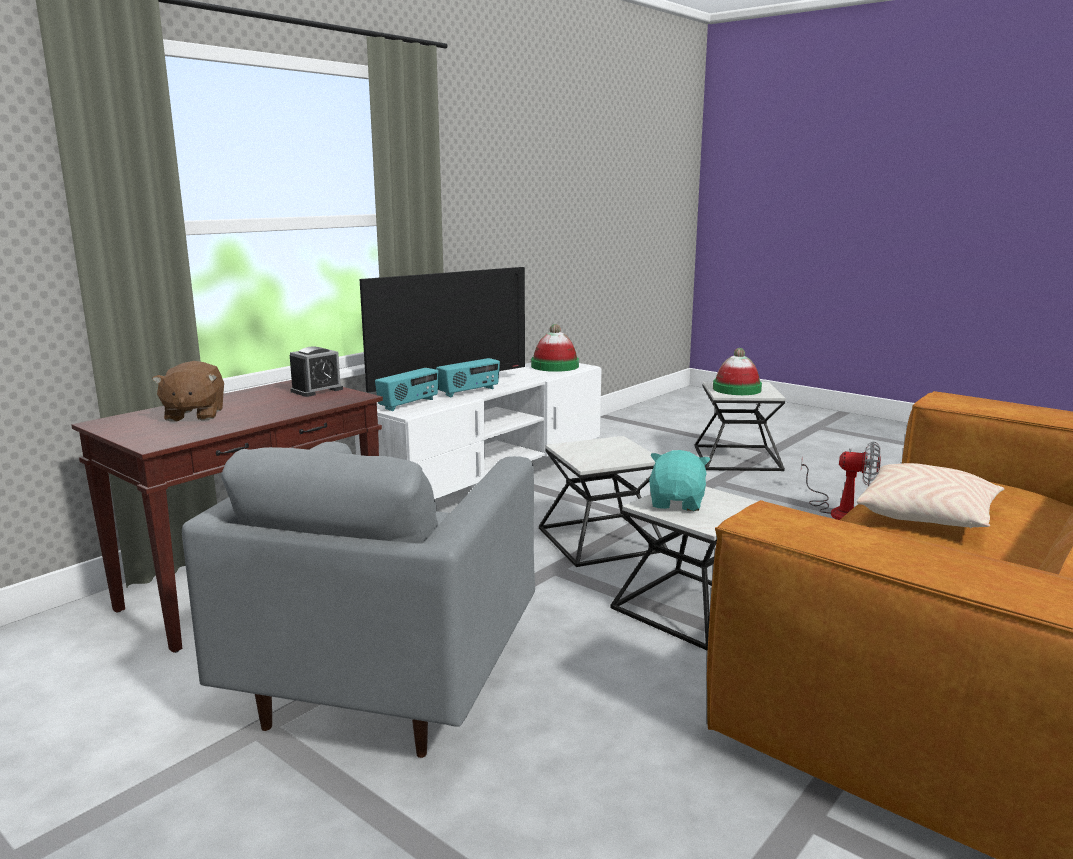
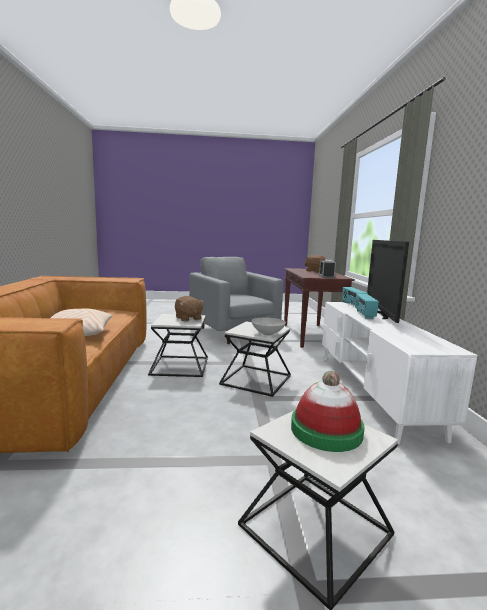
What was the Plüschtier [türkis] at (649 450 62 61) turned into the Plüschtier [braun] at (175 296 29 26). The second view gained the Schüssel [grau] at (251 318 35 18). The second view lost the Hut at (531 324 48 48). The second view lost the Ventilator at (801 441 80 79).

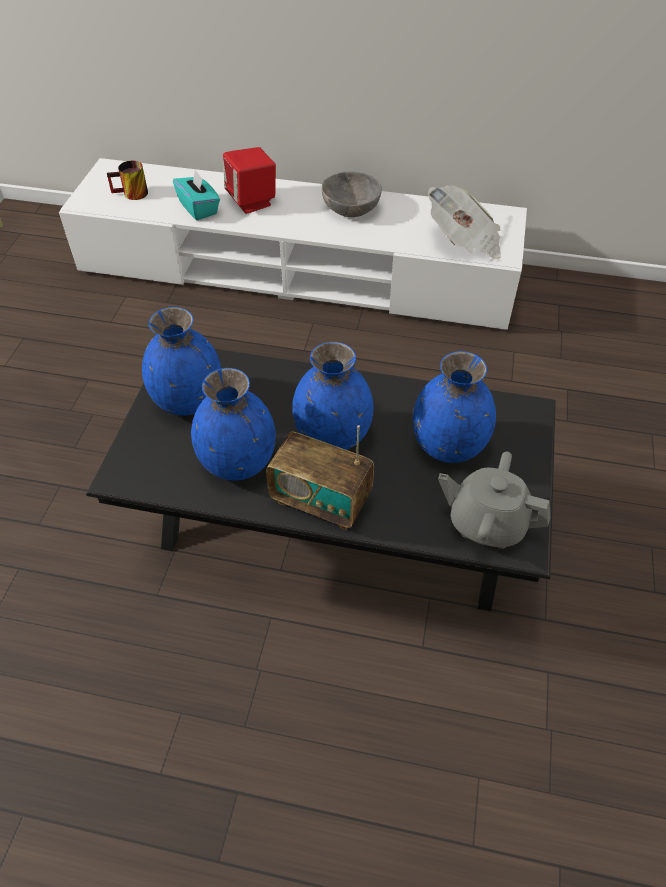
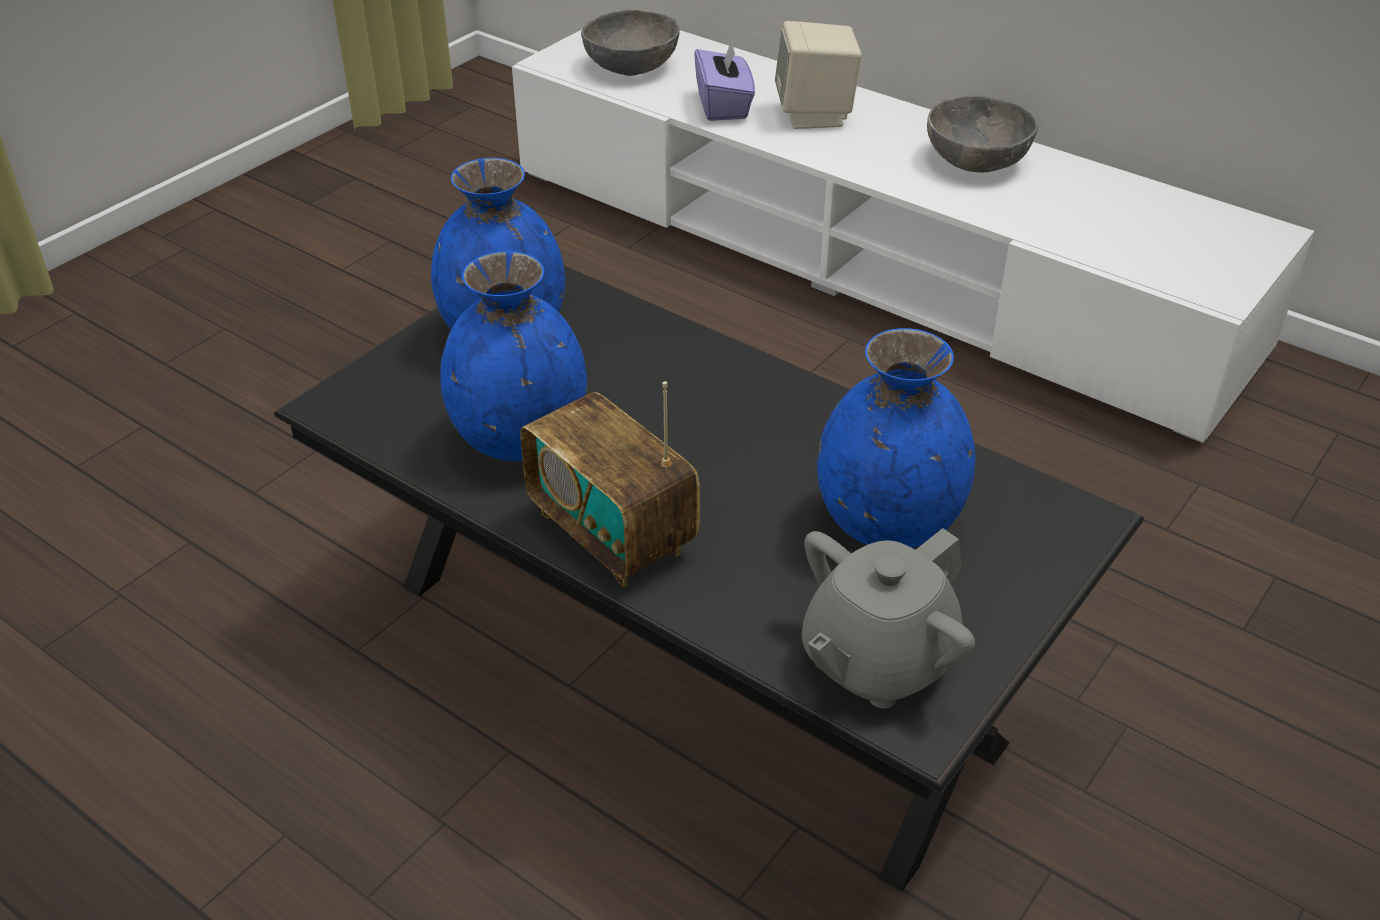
Where the Henkelbecher stood at (107 161 41 39), the Schüssel [grau] came to stand at (581 9 99 67). What was the Taschentuchbox [türkis] at (173 170 47 51) turned into the Taschentuchbox [lila] at (694 38 61 83). What was the Lautsprecher [rot] at (223 147 53 67) turned into the Lautsprecher [beige] at (775 21 87 108). The Teekanne [grau] at (438 451 112 98) ended up facing another way, 90 degrees counterclockwise from before. The second view lost the Vase [blau] at (292 342 82 108). The second view lost the Zeitung at (428 185 73 74).

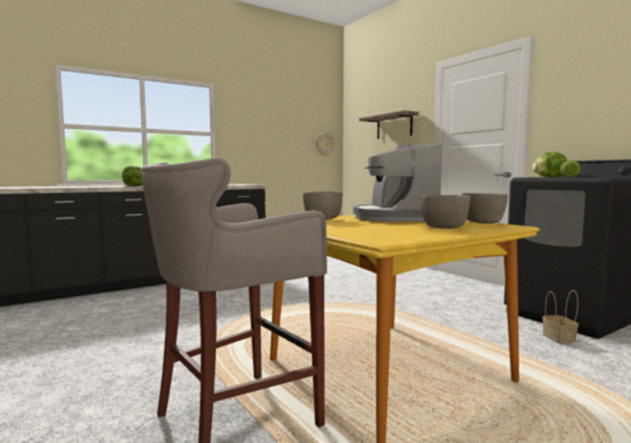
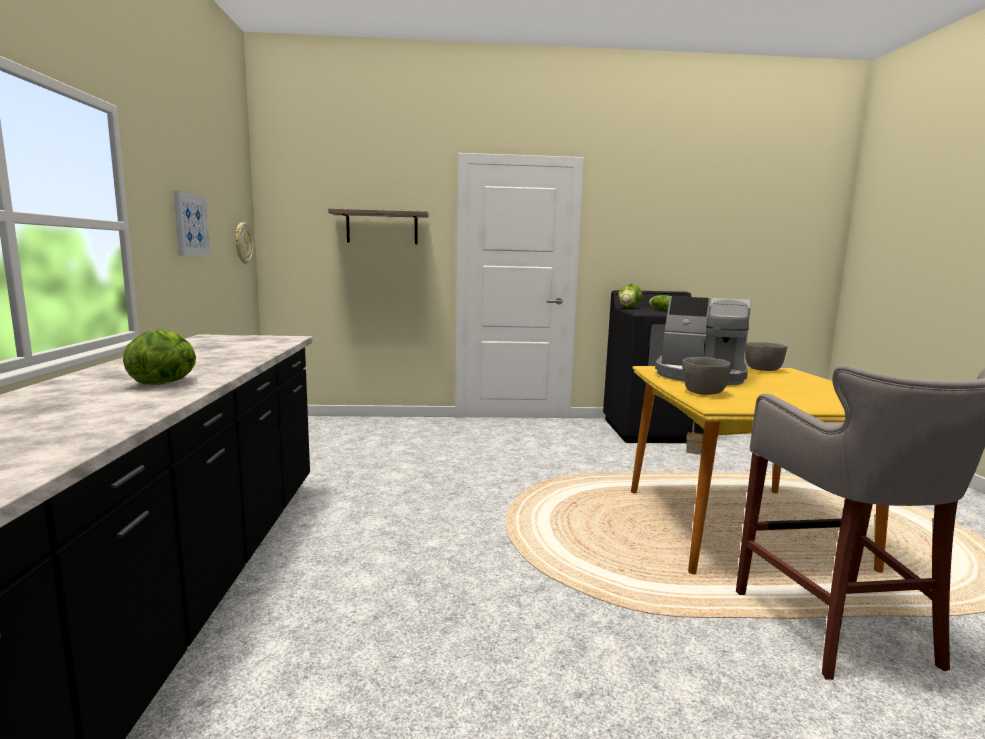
The second view gained the Bild at (173 191 37 65). The second view lost the Schüssel [grau] at (420 195 51 34).

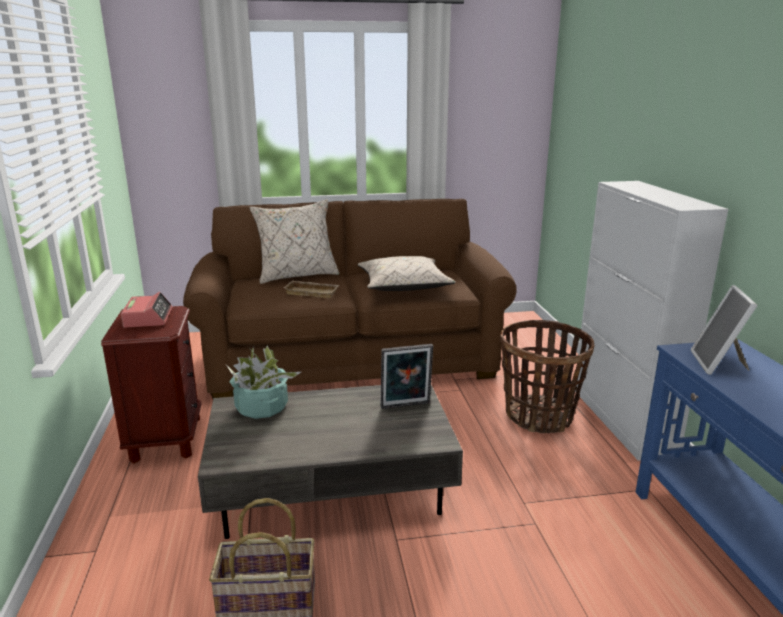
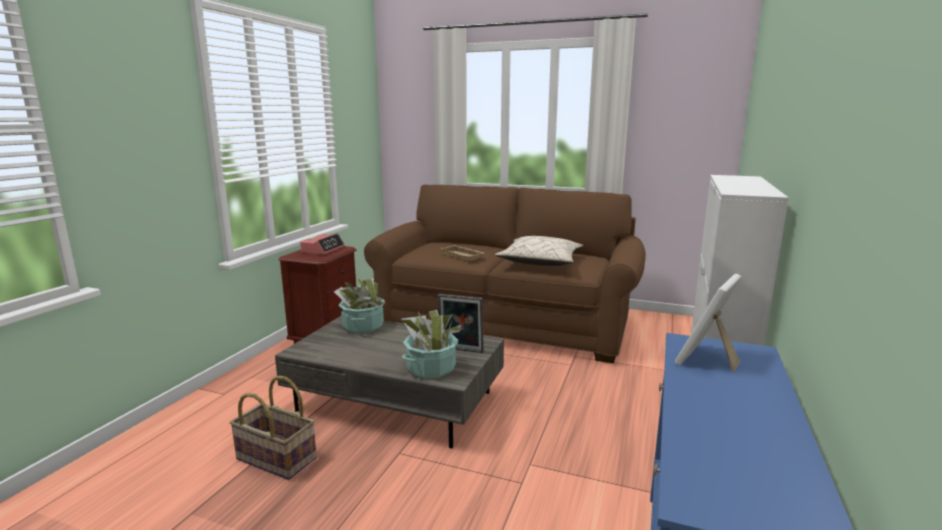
The second view gained the Topfpflanze at (400 310 62 69). The second view lost the Kissen [beige] at (249 199 90 85). The second view lost the Korb at (500 320 95 113).

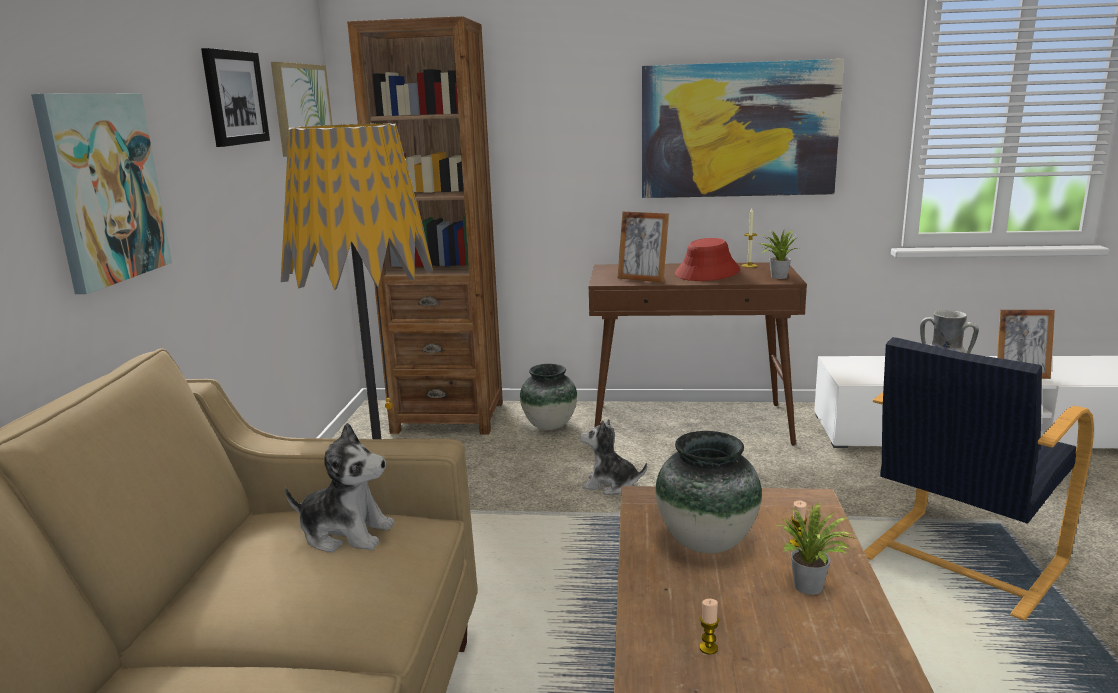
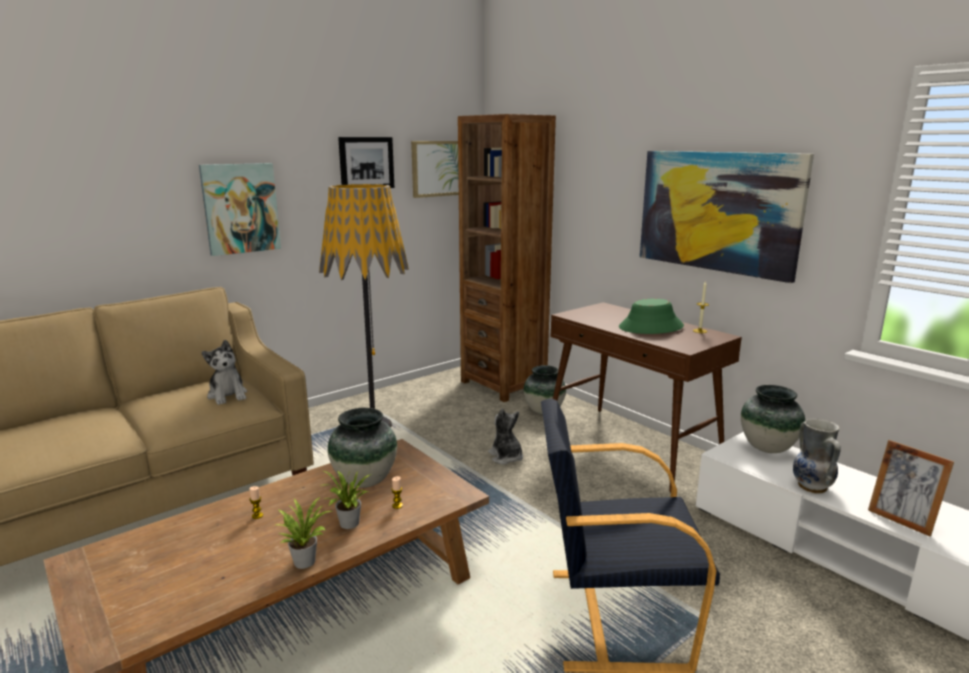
The Topfpflanze ended up elsewhere, having gone from (758 230 41 49) to (276 497 56 72). What was the Hut [rot] at (675 238 65 43) turned into the Hut [grün] at (619 299 65 35). The second view gained the Vase at (741 385 64 68). The second view lost the Bilderrahmen at (618 212 51 71).

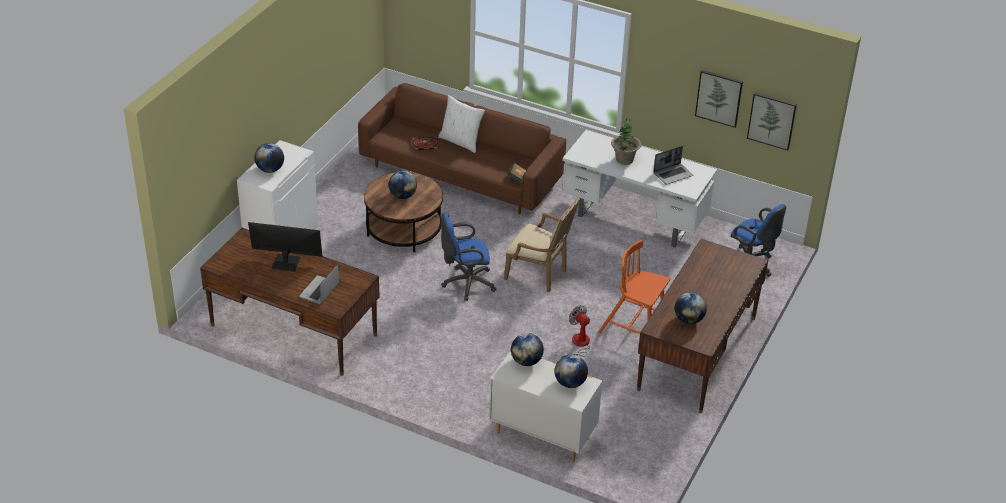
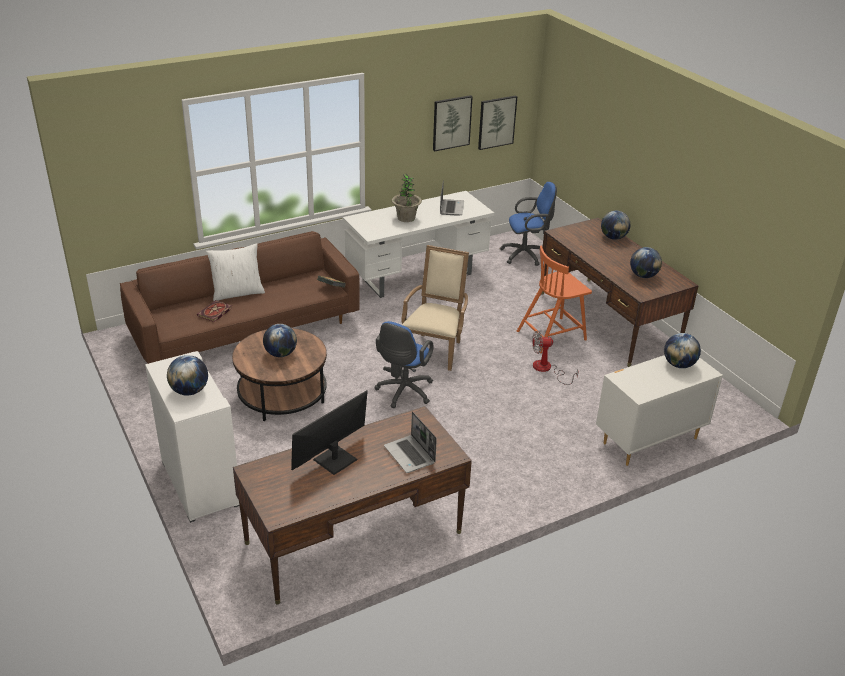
The Sessel [beige] at (504 197 76 95) ended up facing another way, 45 degrees counterclockwise from before. The Globus ended up elsewhere, having gone from (511 333 33 33) to (601 211 29 29).

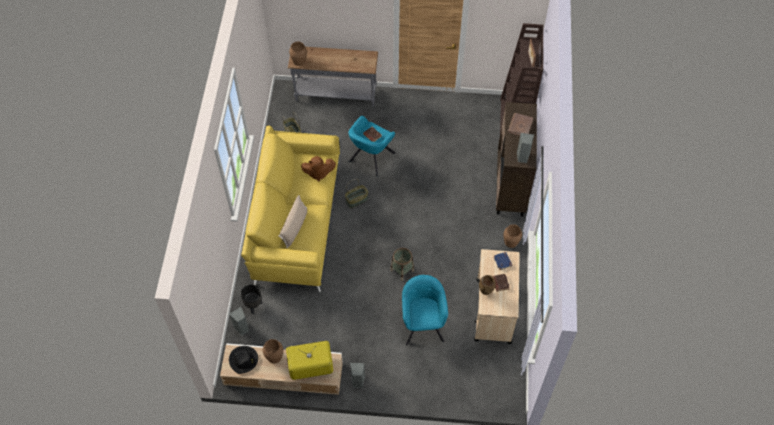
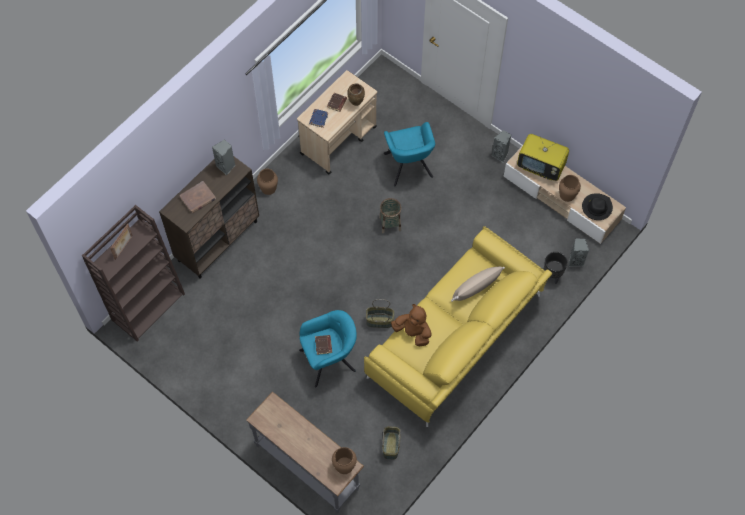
The Sessel [türkis] at (402 275 46 70) ended up facing another way, 45 degrees counterclockwise from before.

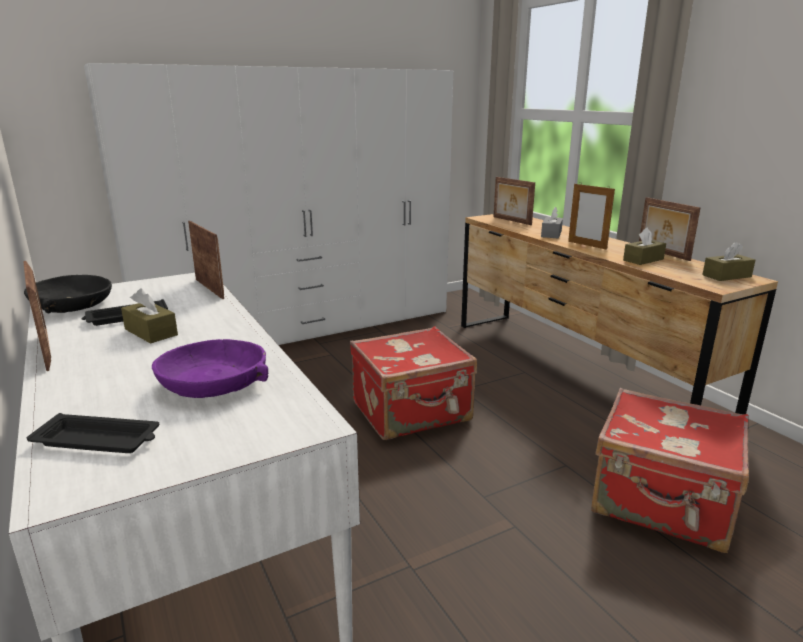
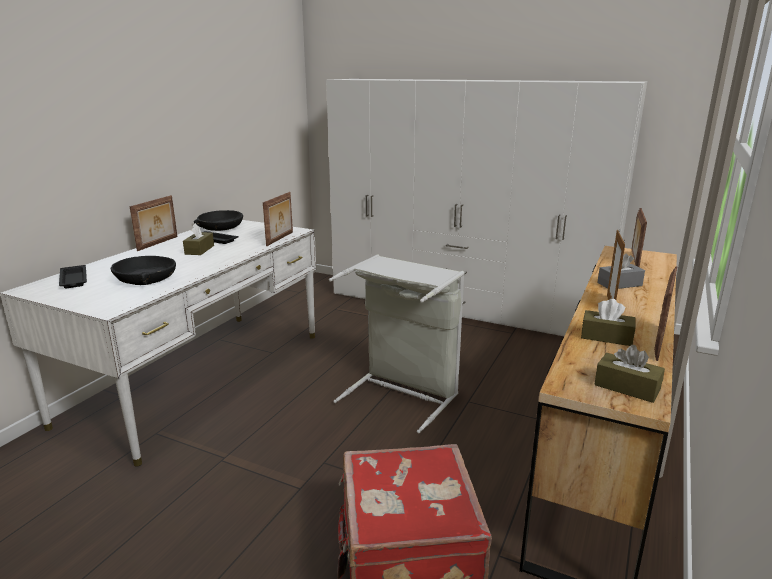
What was the Schüssel [lila] at (152 339 116 59) turned into the Schüssel [schwarz] at (111 256 65 29). Where the Koffer [rot] stood at (350 326 127 114), the Wäschekorb [grau] came to stand at (329 255 136 179).

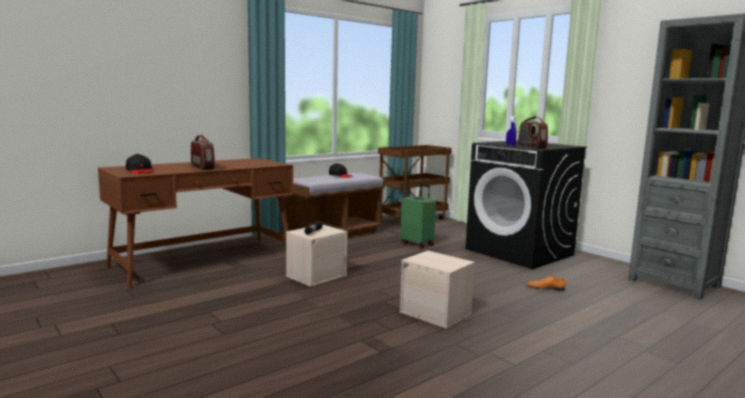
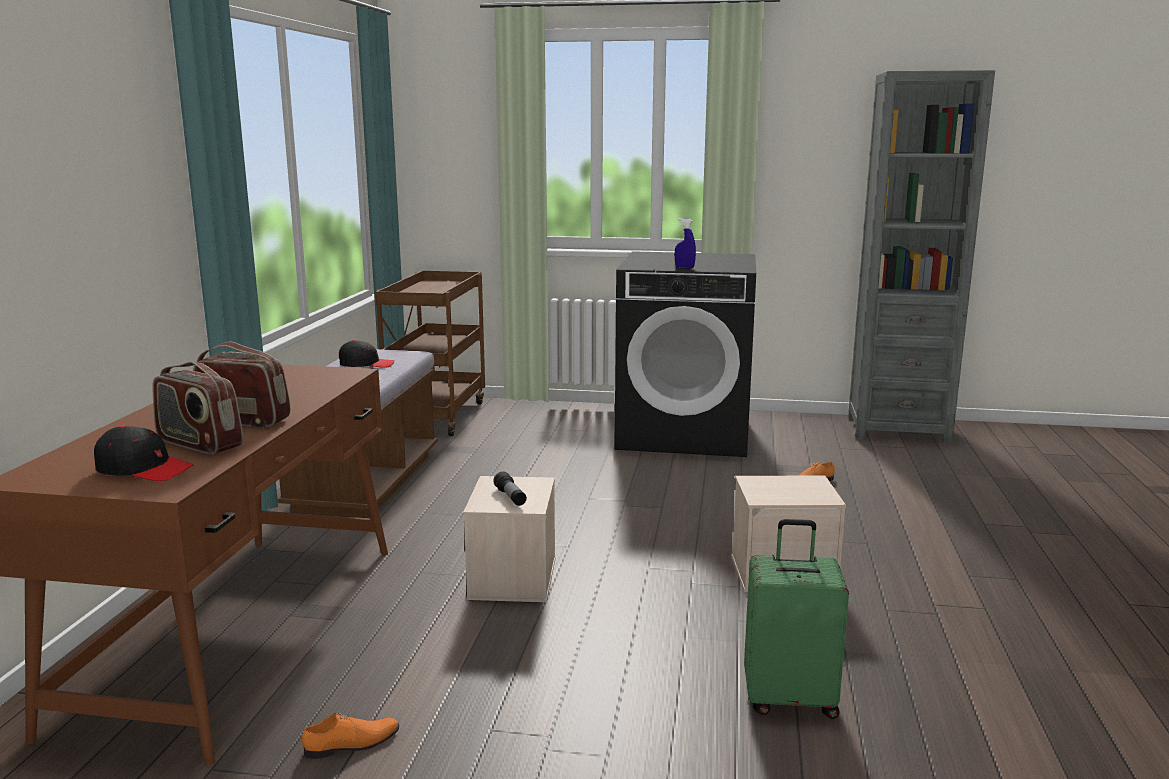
The Radio ended up elsewhere, having gone from (518 116 30 32) to (152 362 91 93). The second view gained the Schuh [orange] at (302 713 97 46). The Koffer [grün] ended up elsewhere, having gone from (400 184 36 65) to (744 519 105 200).

